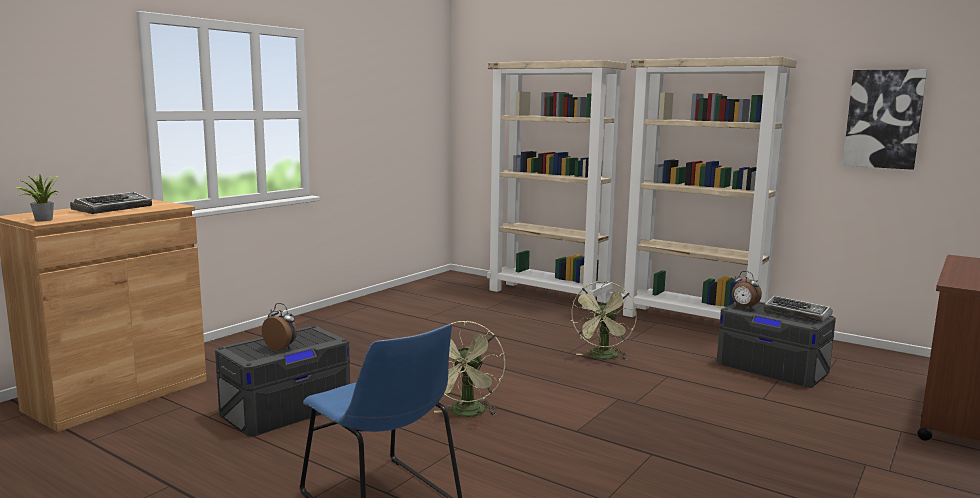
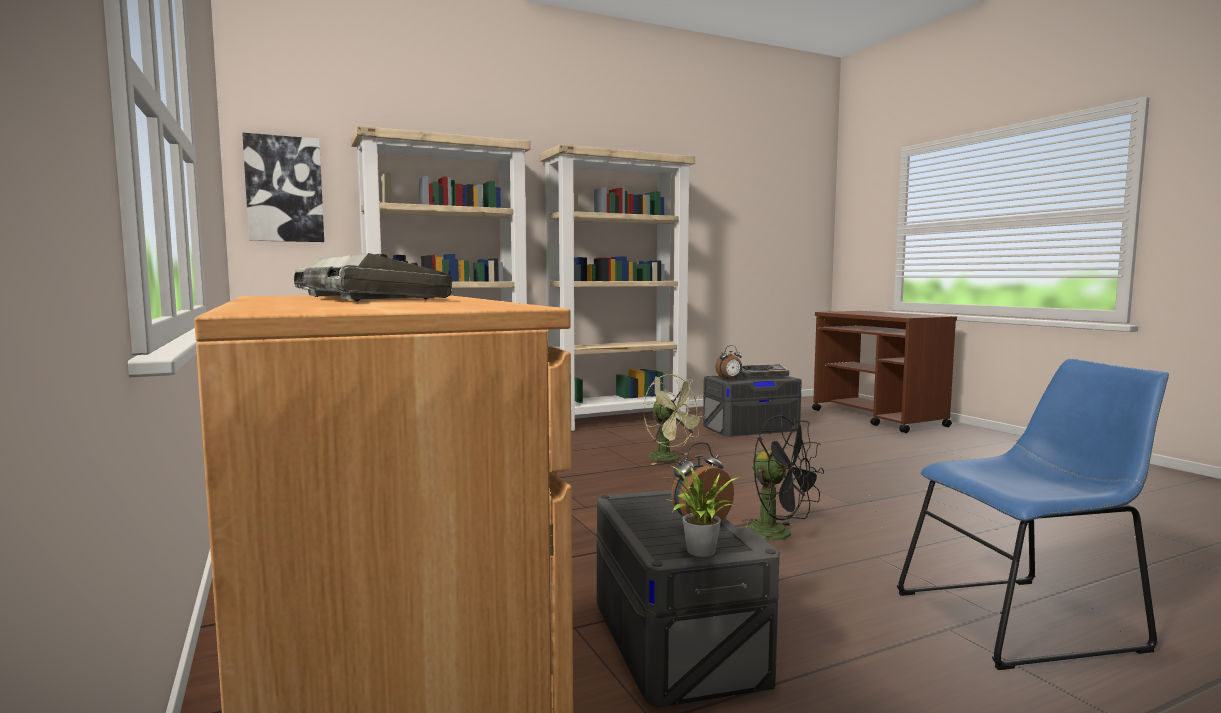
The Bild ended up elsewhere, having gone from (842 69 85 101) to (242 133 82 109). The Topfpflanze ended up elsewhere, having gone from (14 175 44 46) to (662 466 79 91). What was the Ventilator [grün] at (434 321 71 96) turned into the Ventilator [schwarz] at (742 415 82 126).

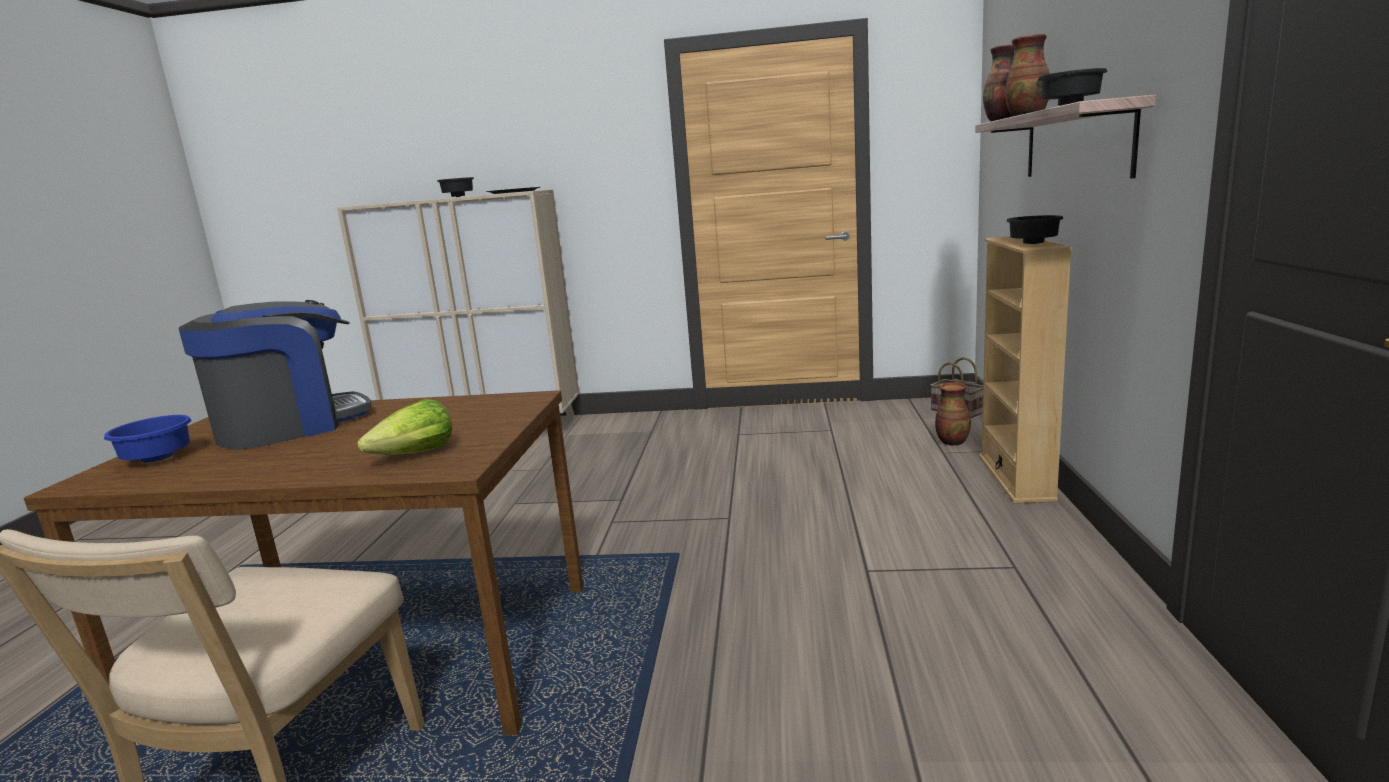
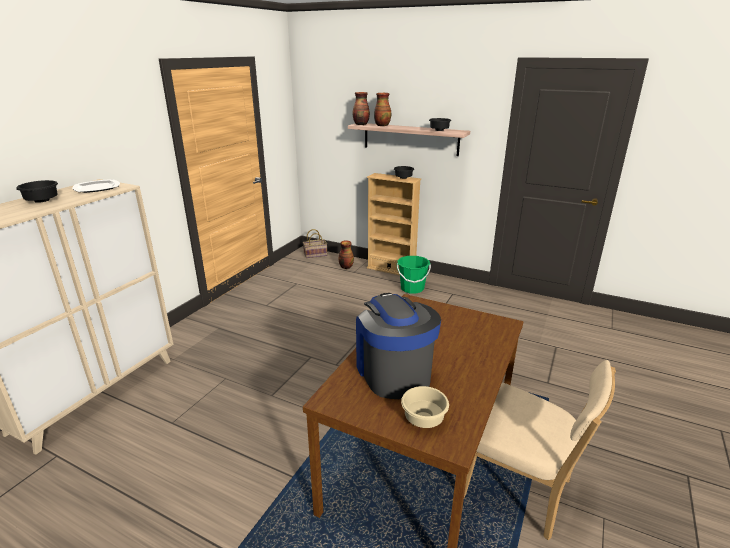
The second view gained the Eimer [grün] at (397 256 34 38). What was the Schüssel [blau] at (104 415 87 47) turned into the Schüssel [beige] at (401 386 48 42). The second view lost the Salatkopf at (357 399 95 56).

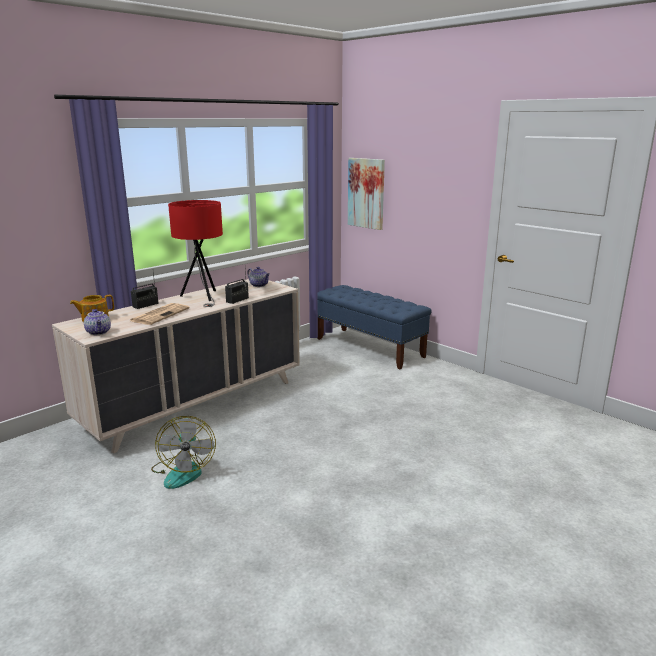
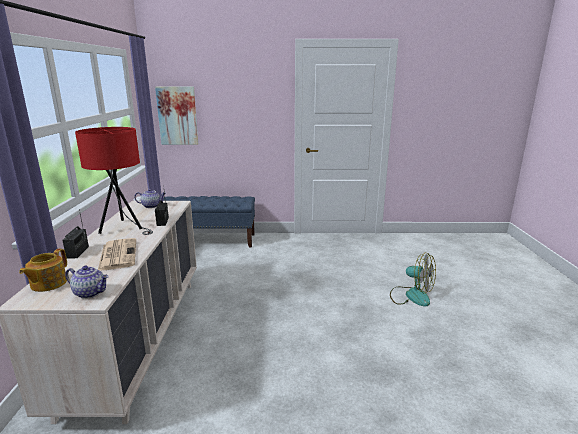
The Ventilator ended up elsewhere, having gone from (151 416 65 73) to (390 252 46 55).

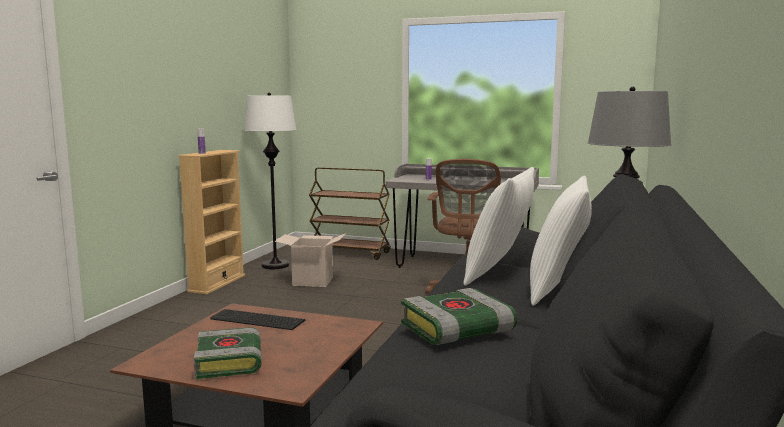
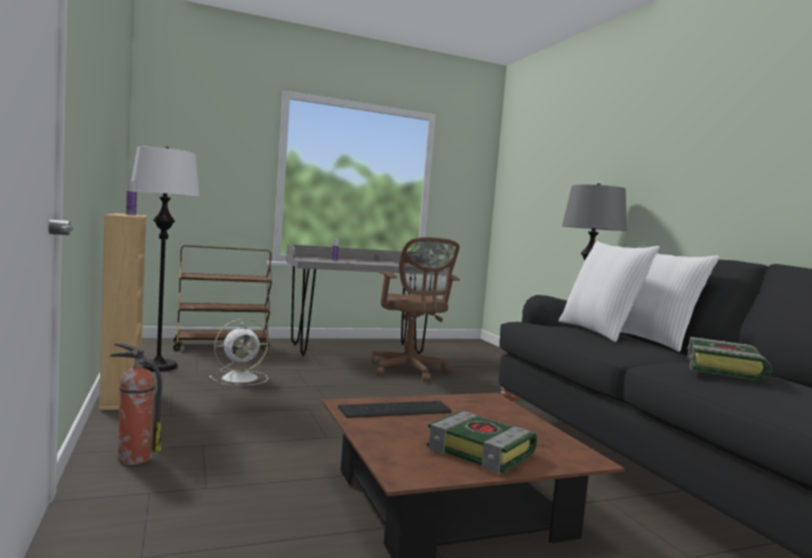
The second view gained the Feuerlöscher at (110 343 52 122). Where the Karton stood at (275 233 71 54), the Ventilator [weiß] came to stand at (209 319 59 66).

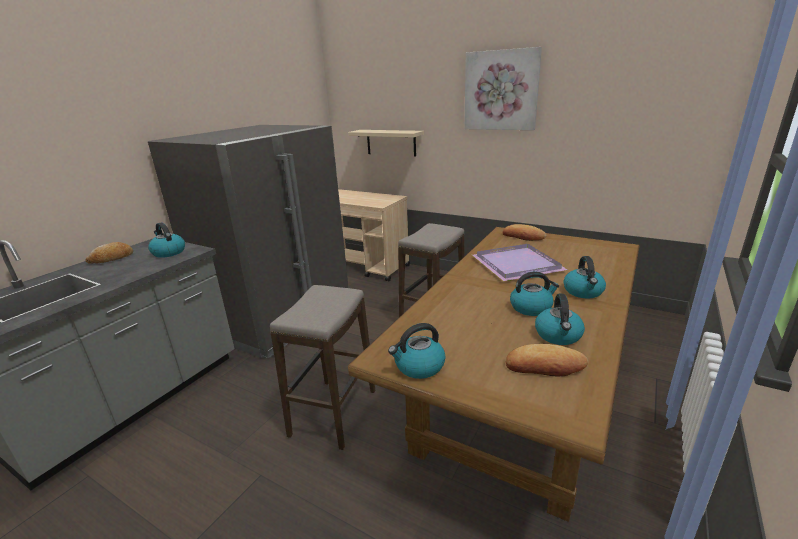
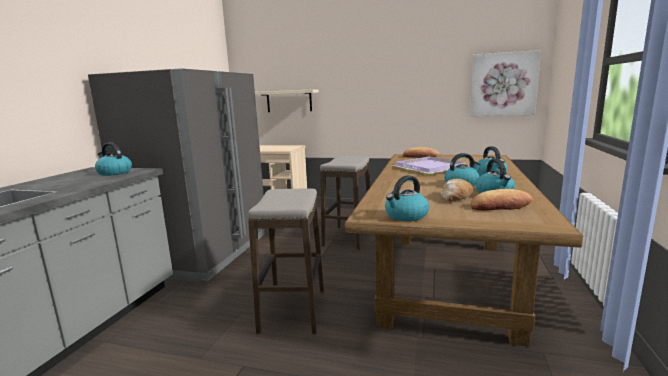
The Brot ended up elsewhere, having gone from (85 242 48 22) to (440 178 33 23). The Bild ended up elsewhere, having gone from (464 47 78 83) to (470 50 71 66).

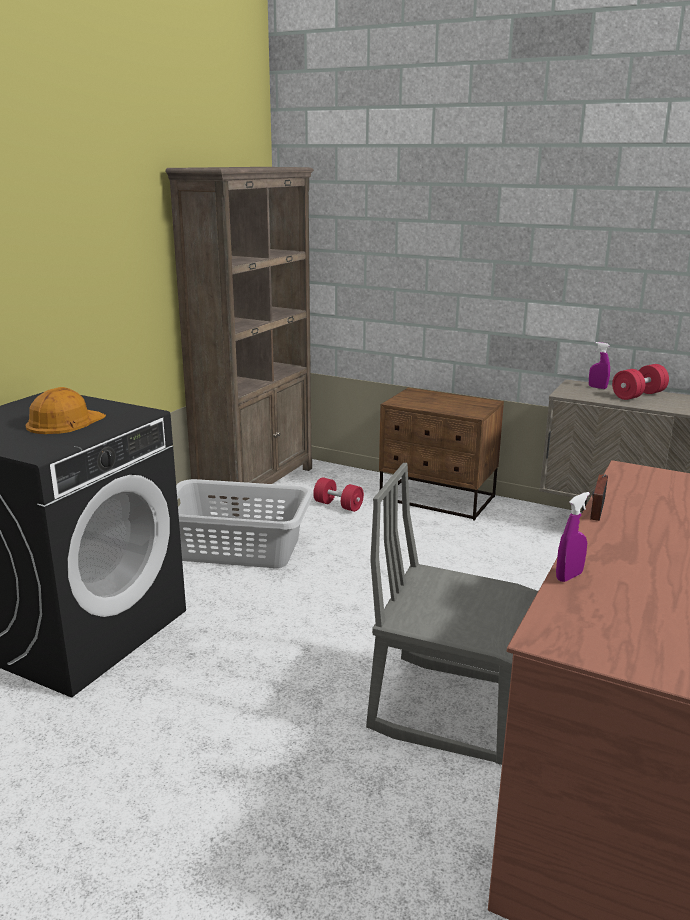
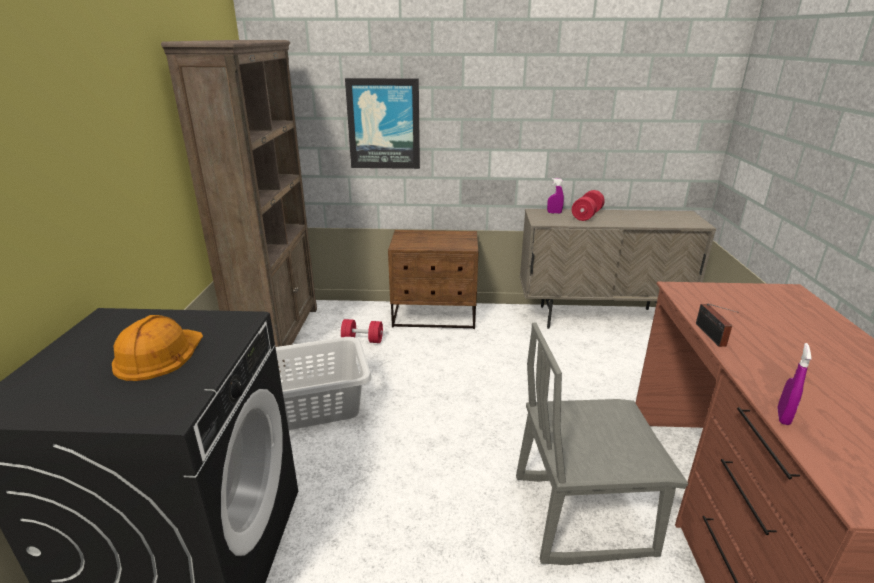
The second view gained the Bild at (345 78 75 91).

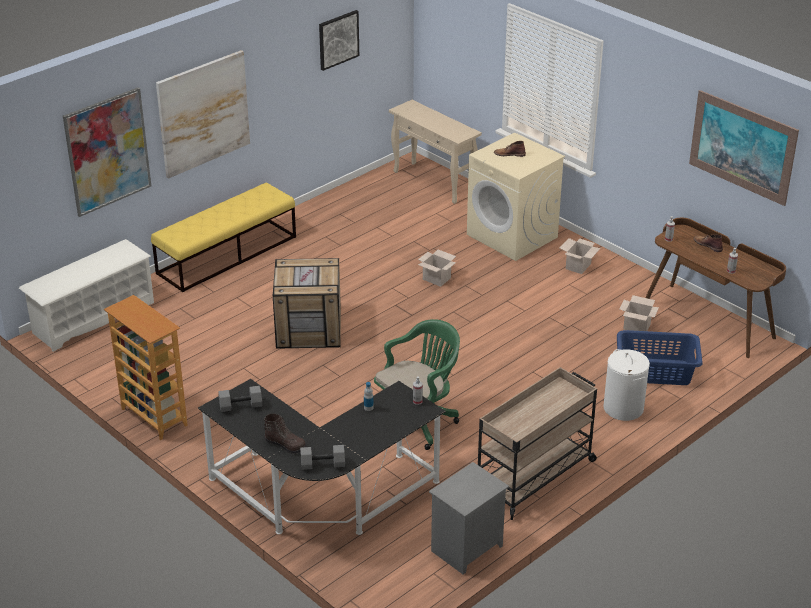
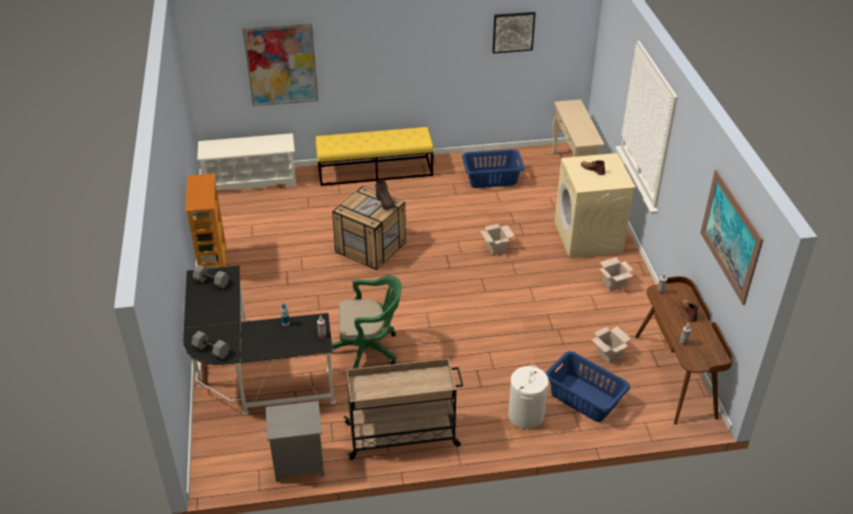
The Stiefel [braun] ended up elsewhere, having gone from (264 413 43 41) to (375 179 20 31). The second view gained the Wäschekorb [blau] at (462 149 62 39). The second view lost the Bild at (156 50 94 128).

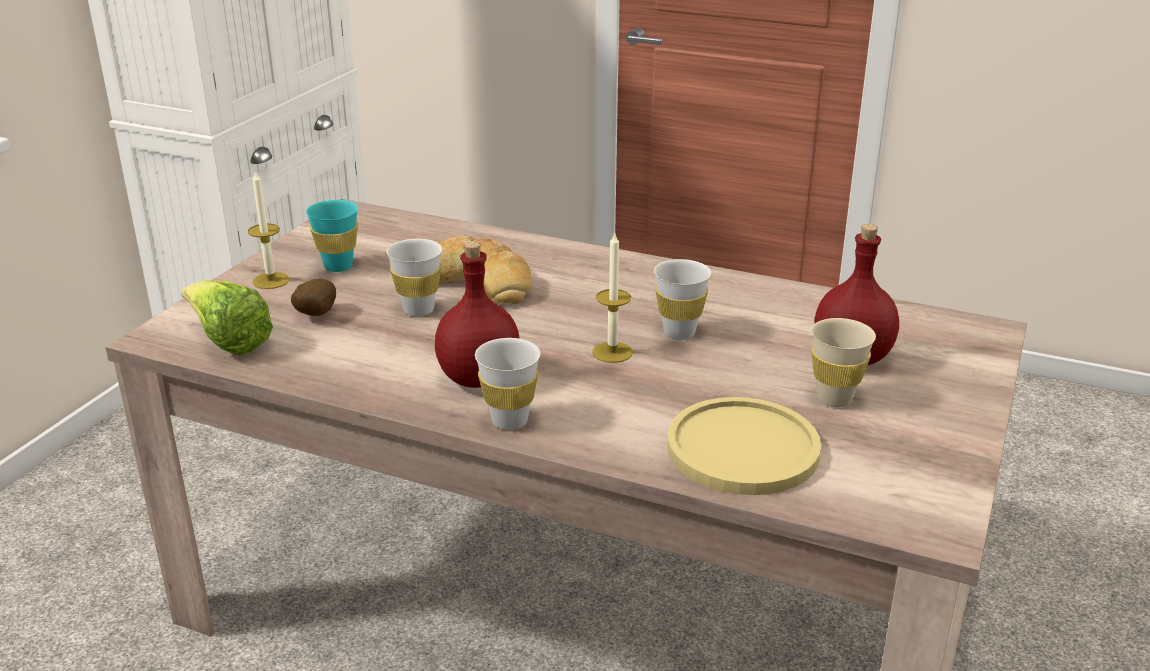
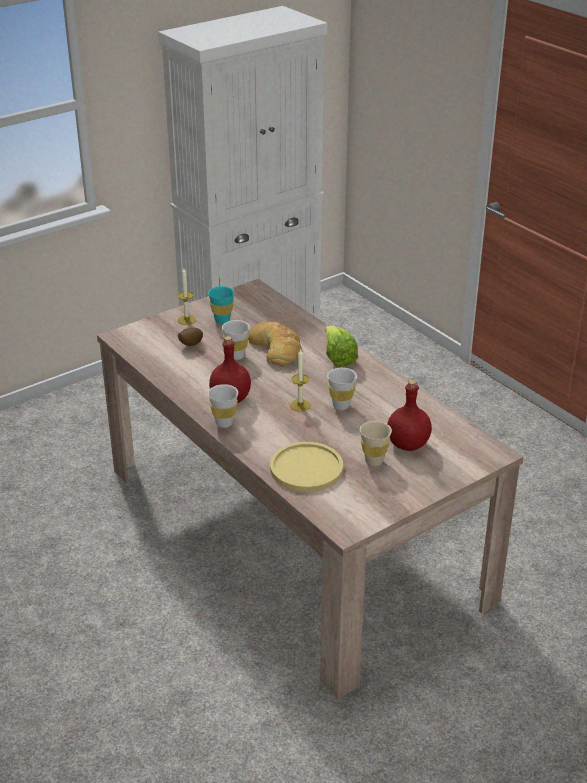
The Salatkopf ended up elsewhere, having gone from (181 280 92 75) to (325 326 33 41).

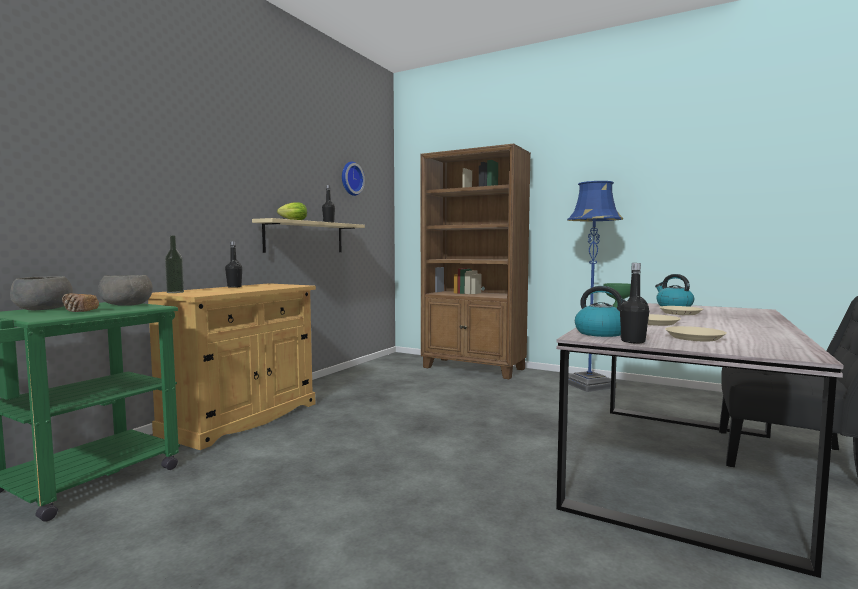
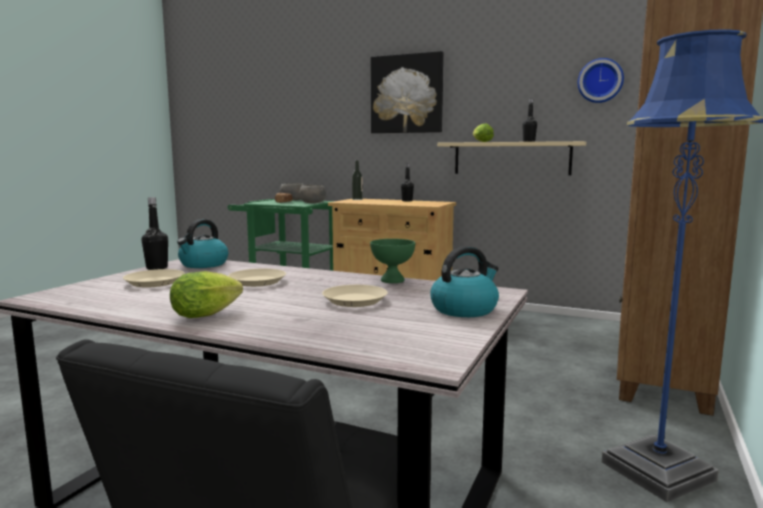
The second view gained the Salatkopf at (170 271 73 47). The second view gained the Bild at (371 51 73 82).

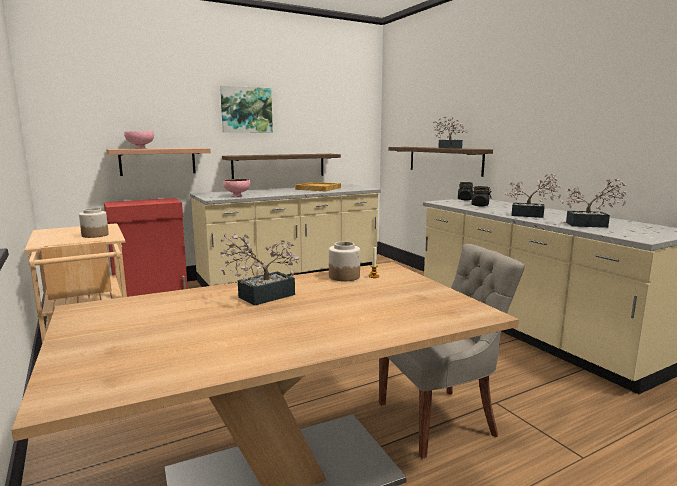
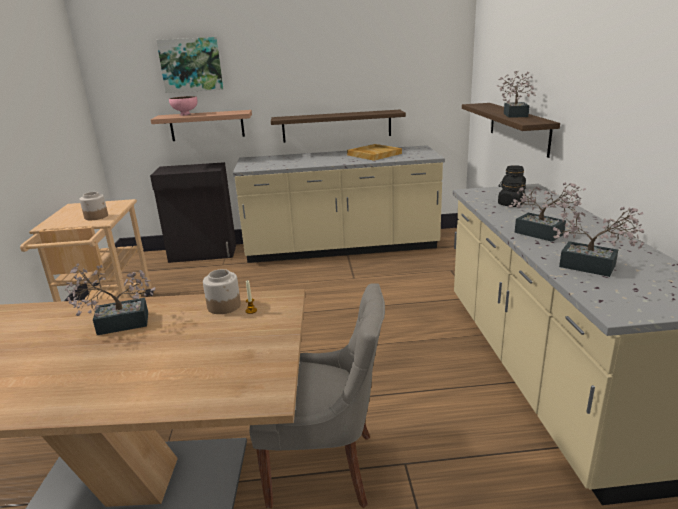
What was the Schrank [rot] at (104 198 84 99) turned into the Schrank [schwarz] at (150 162 86 101). The Bild ended up elsewhere, having gone from (220 86 53 47) to (156 37 67 56). The second view lost the Schüssel [rosa] at (223 179 27 18).

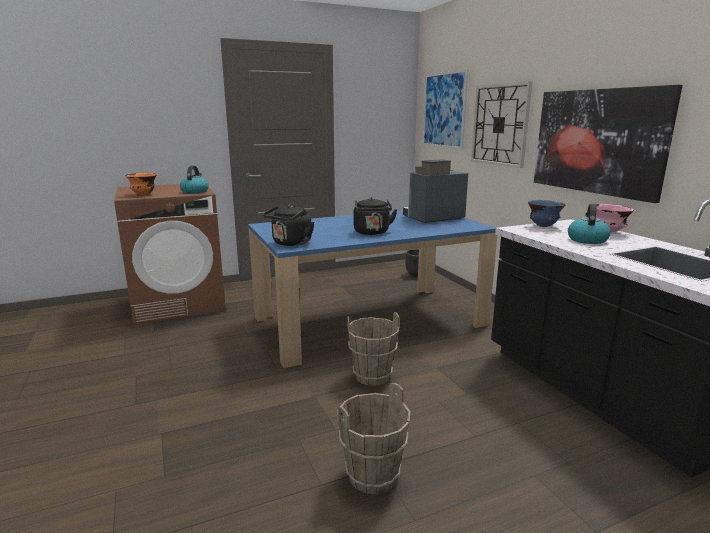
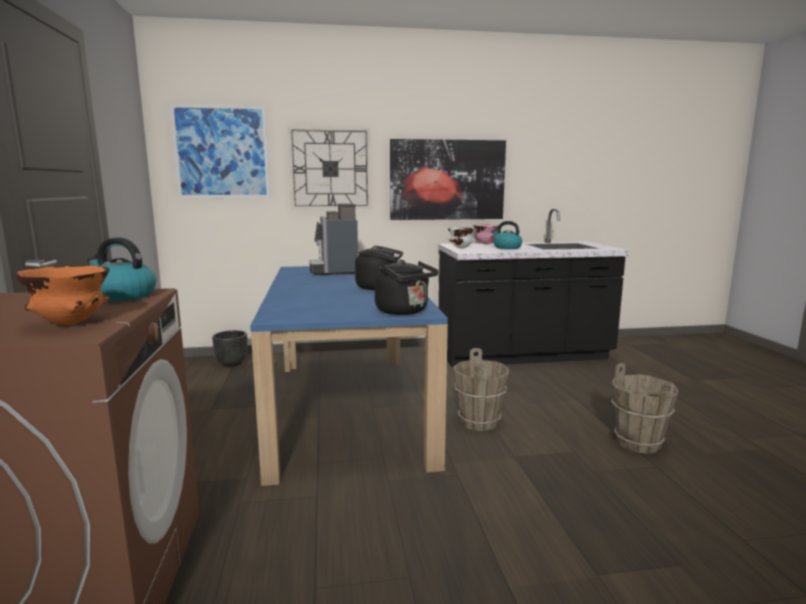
What was the Schüssel [blau] at (528 200 38 27) turned into the Schüssel [weiß] at (448 228 28 21).

